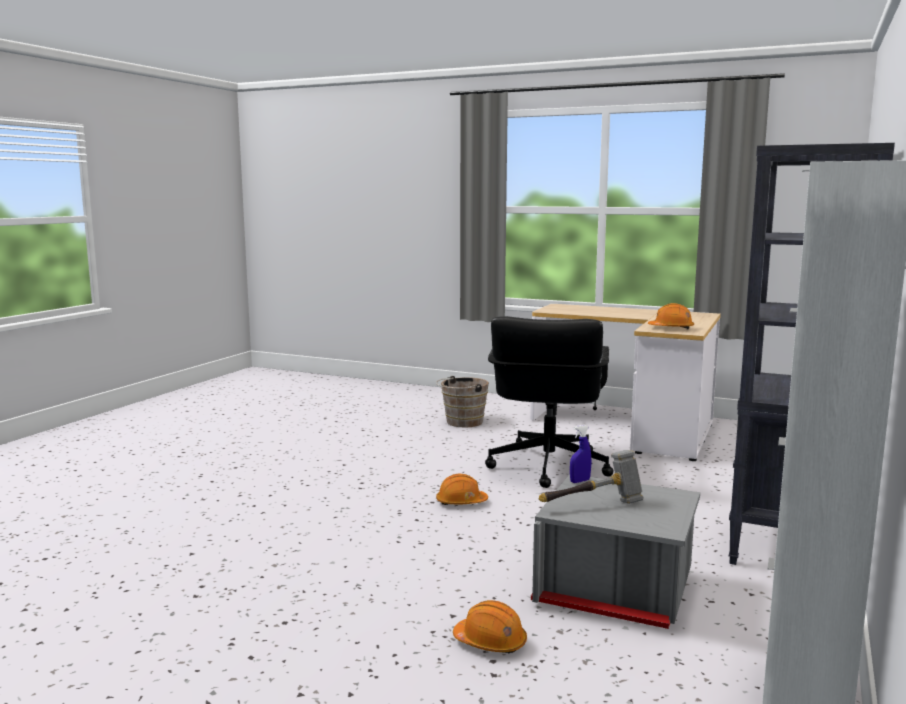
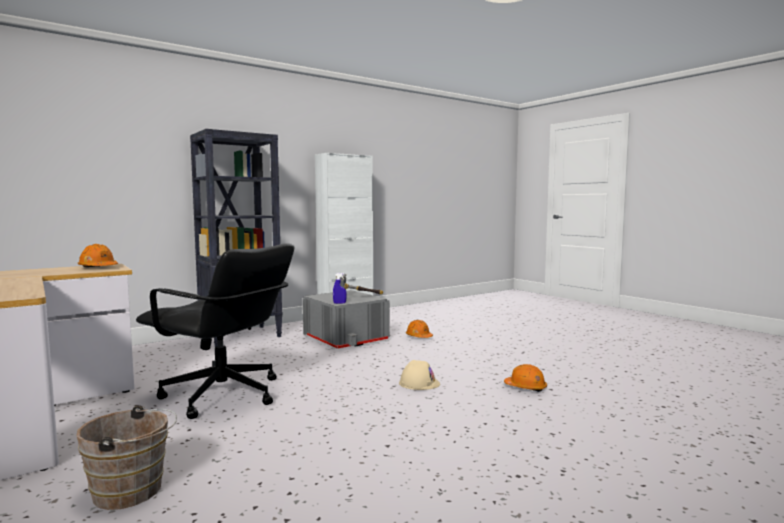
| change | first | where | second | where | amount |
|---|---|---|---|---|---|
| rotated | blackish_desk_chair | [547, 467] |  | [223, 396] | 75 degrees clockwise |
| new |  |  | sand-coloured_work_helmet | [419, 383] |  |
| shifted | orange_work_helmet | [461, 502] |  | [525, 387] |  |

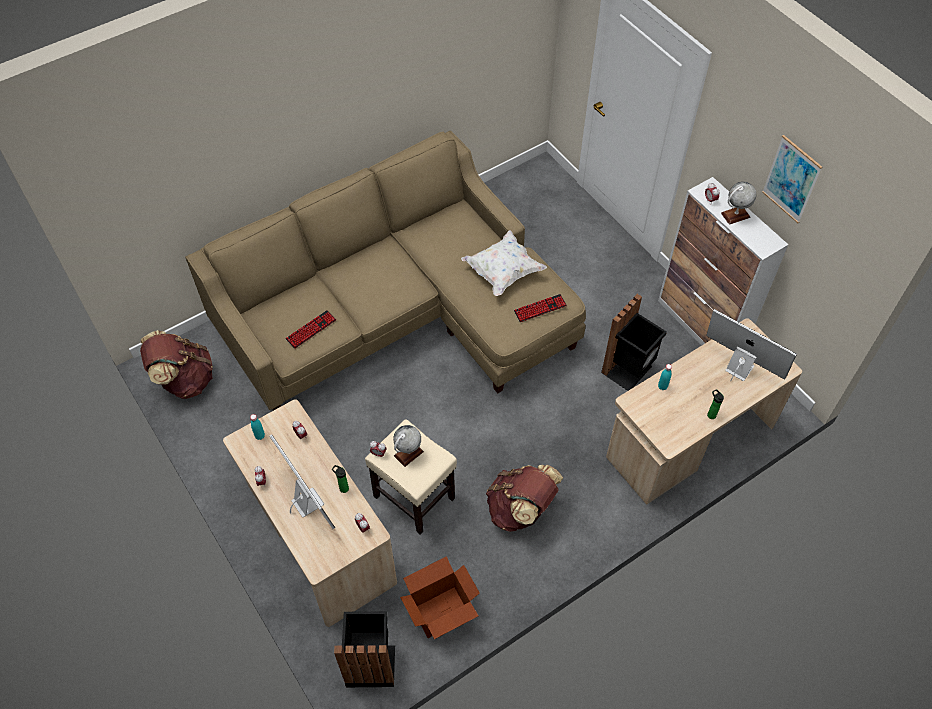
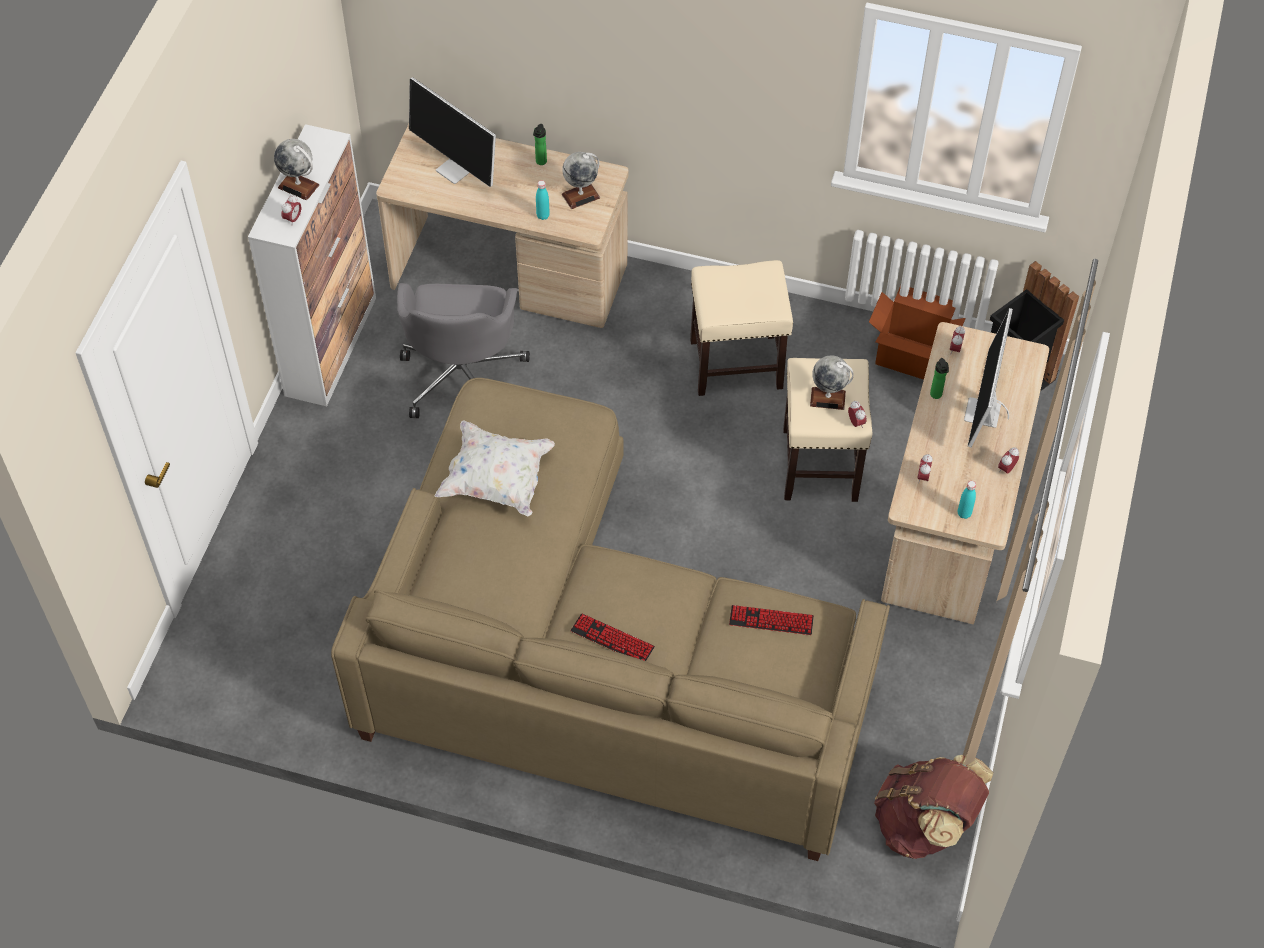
| change | first | where | second | where | amount |
|---|---|---|---|---|---|
| swapped | blackish_trash_can | [628, 370] | gray_desk_chair | [462, 376] |  |
| rotated | computer_screen | [738, 368] |  | [457, 169] | 45 degrees counterclockwise |
| new |  |  | globe | [581, 196] |  |
| shifted | keyboard | [540, 308] |  | [612, 639] |  |
| swapped | brown_knapsack | [520, 510] | sand-coloured_sitting_stool | [737, 364] |  |
| gone | wall_art | [791, 179] |  |  |  |

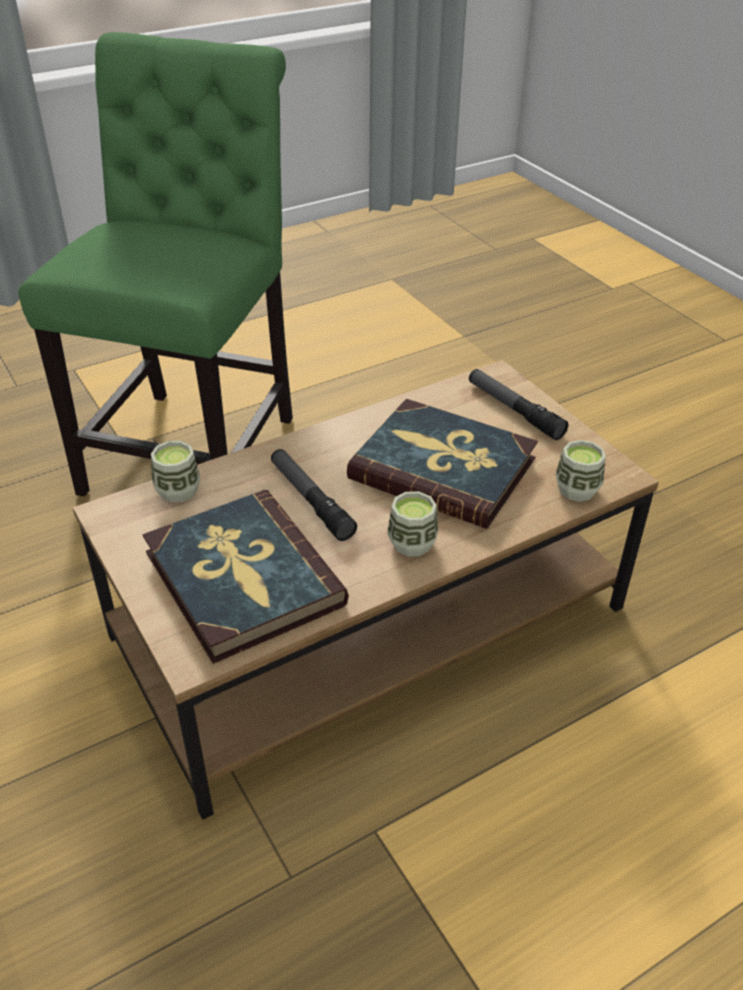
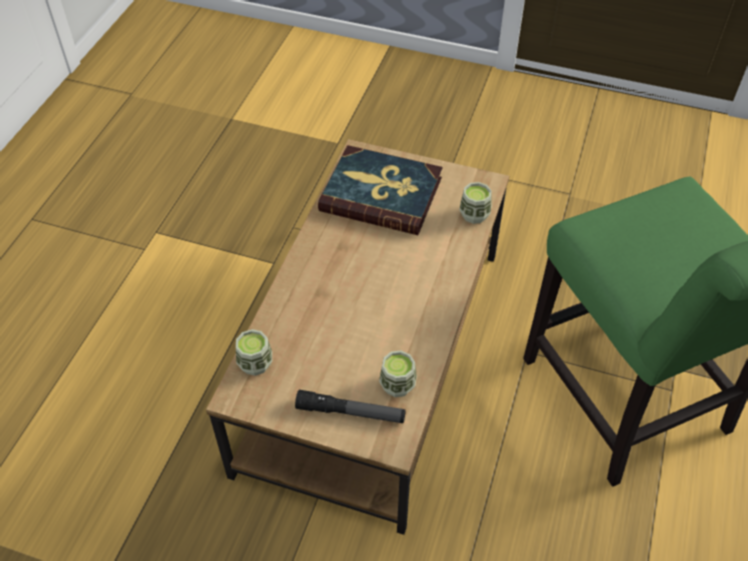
| change | first | where | second | where | amount |
|---|---|---|---|---|---|
| shifted | cup | [412, 543] |  | [397, 385] |  |
| gone | flashlight | [311, 500] |  |  |  |
| gone | volume | [443, 468] |  |  |  |

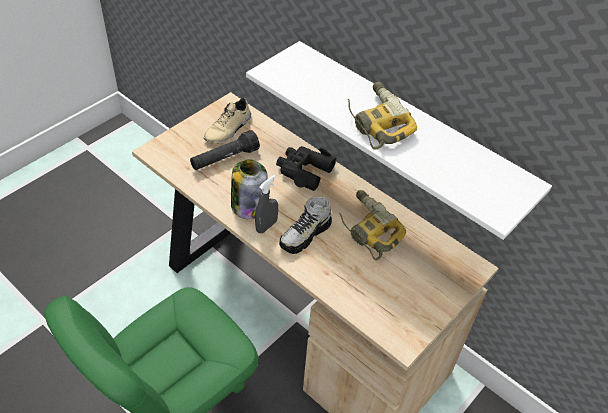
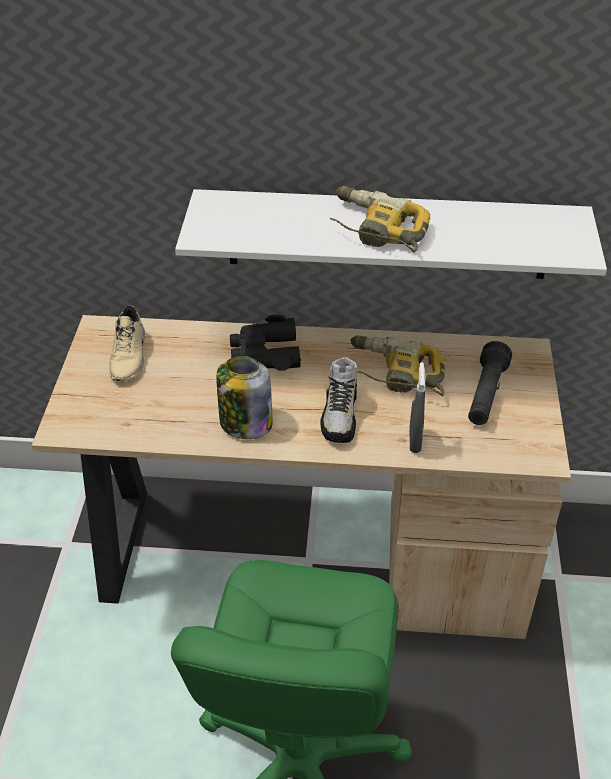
| change | first | where | second | where | amount |
|---|---|---|---|---|---|
| shifted | gray_sprayer | [266, 226] |  | [414, 441] |  |
| shifted | blackish_flashlight | [224, 159] |  | [486, 395] |  |

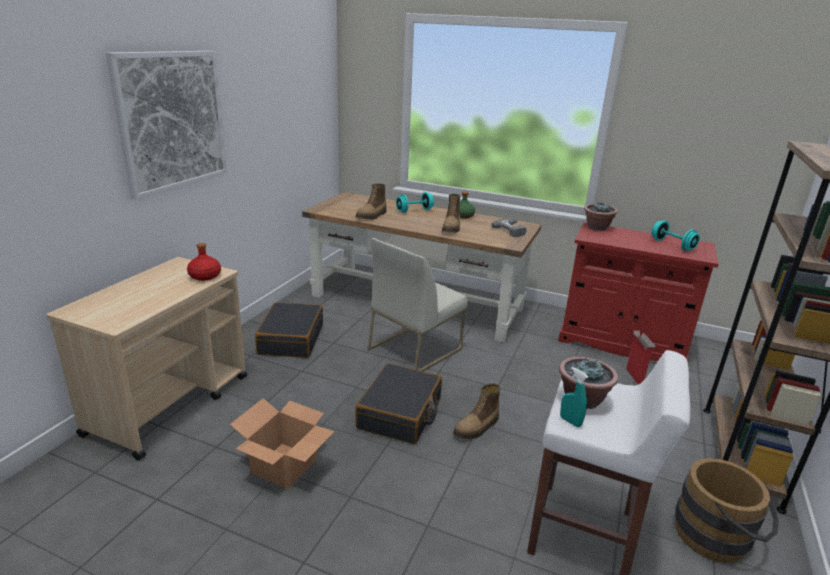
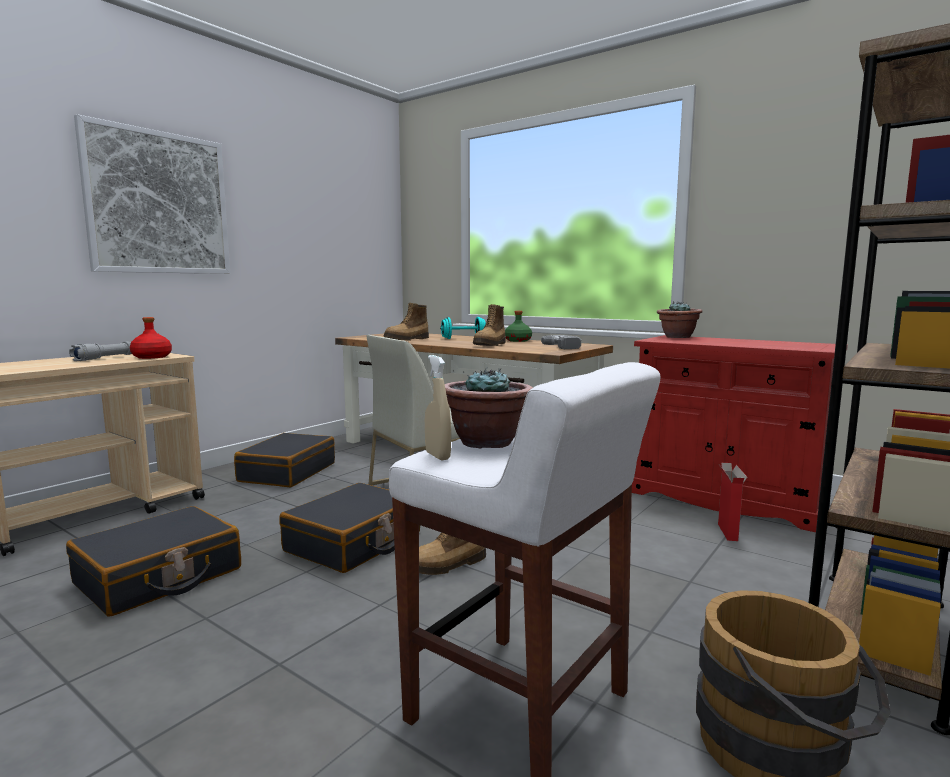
| change | first | where | second | where | amount |
|---|---|---|---|---|---|
| swapped | cardboard_box | [284, 465] | blackish_travel_case | [159, 577] |  |
| new |  |  | gray_flashlight | [104, 358] |  |
| repainted | turquoise-coloured_sprayer | [570, 421] | sand-coloured_sprayer | [437, 456] |  |
| gone | turquoise-coloured_hand_weight | [672, 245] |  |  |  |

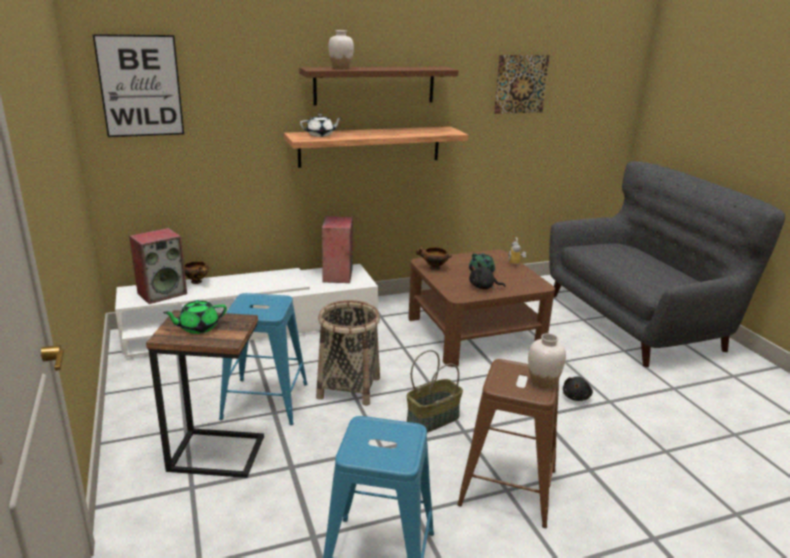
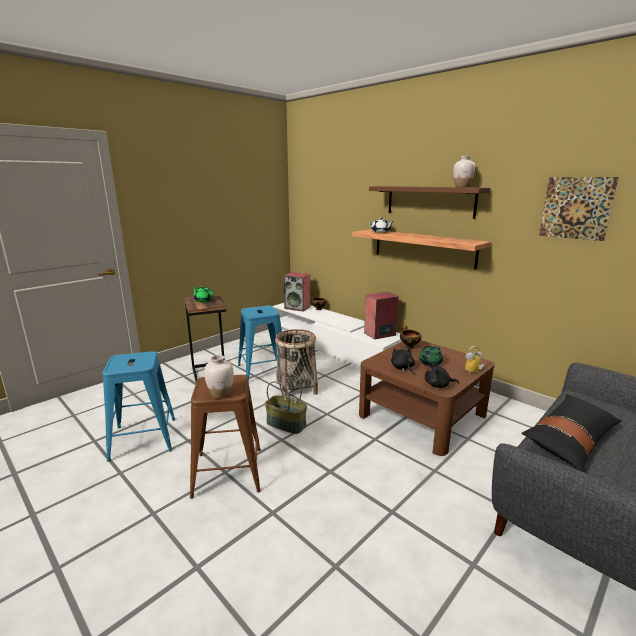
| change | first | where | second | where | amount |
|---|---|---|---|---|---|
| shifted | blackish_plush_toy | [576, 397] |  | [438, 385] |  |
| shifted | white-coloured_decorative_vase | [341, 68] |  | [462, 187] |  |
| new |  |  | blackish_pillow | [570, 439] |  |
| gone | wall_art | [140, 86] |  |  |  |

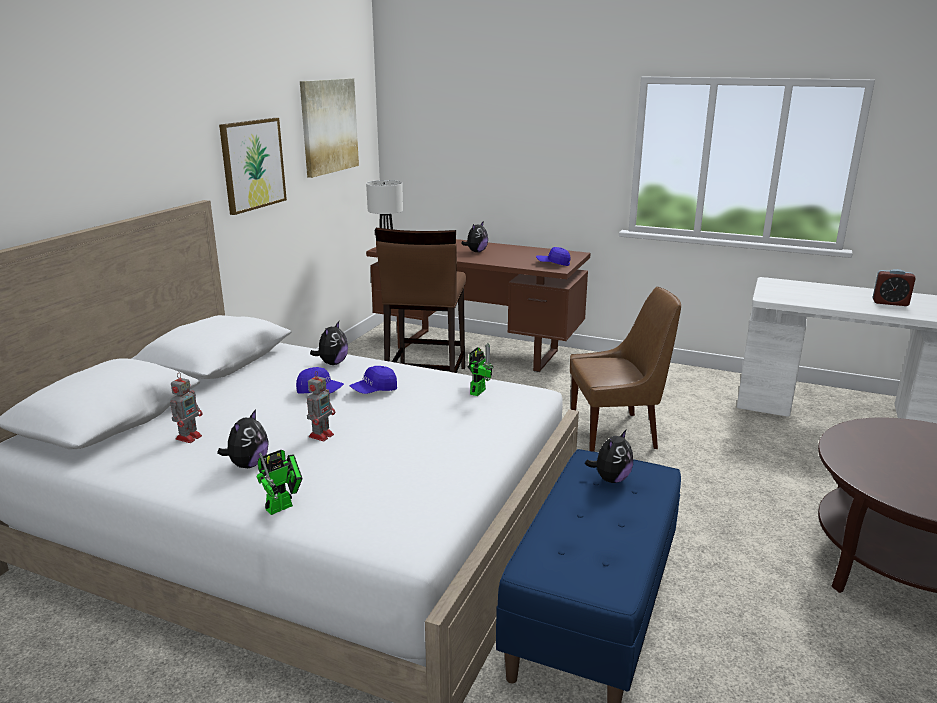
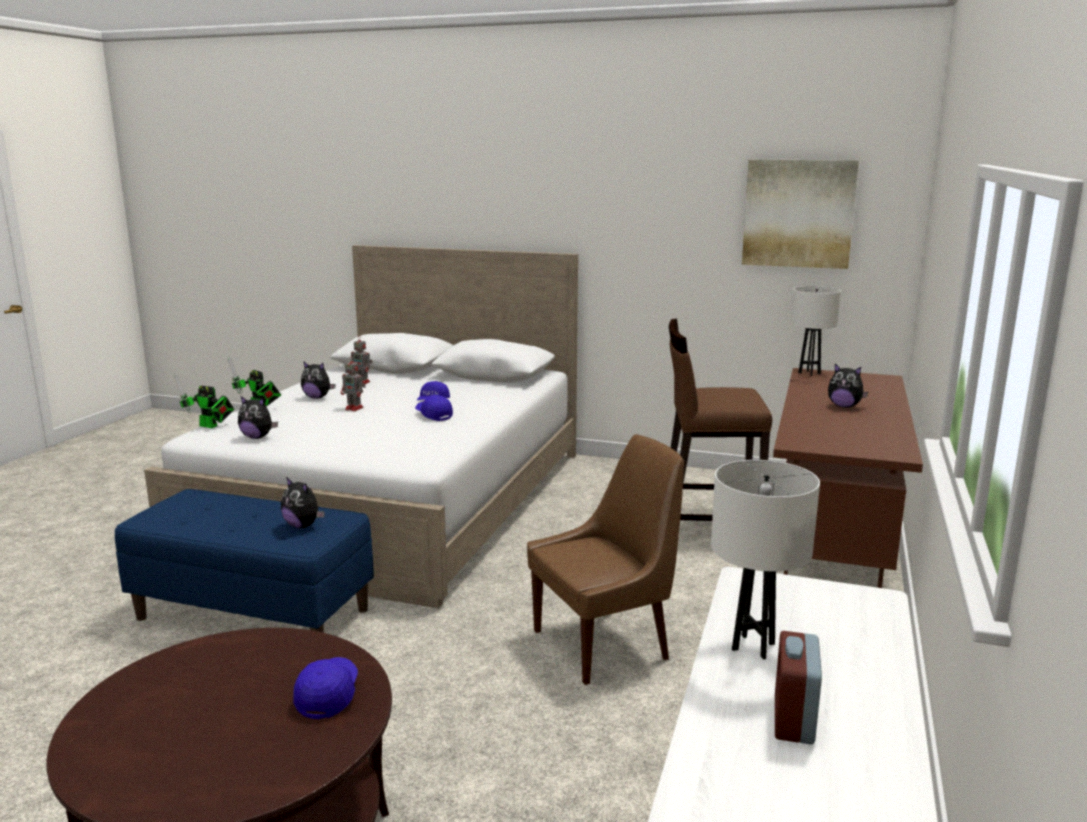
| change | first | where | second | where | amount |
|---|---|---|---|---|---|
| shifted | toy_robot | [479, 390] |  | [210, 426] |  |
| shifted | plush_toy | [332, 363] |  | [257, 437] |  |
| shifted | blue_baseball_cap | [553, 264] |  | [328, 695] |  |
| rotated | brown_plain_chair | [616, 432] |  | [605, 643] | 105 degrees counterclockwise |
| new |  |  | white-coloured_lamp_for_a_table | [753, 646] |  |
| gone | wall_art | [252, 164] |  |  |  |

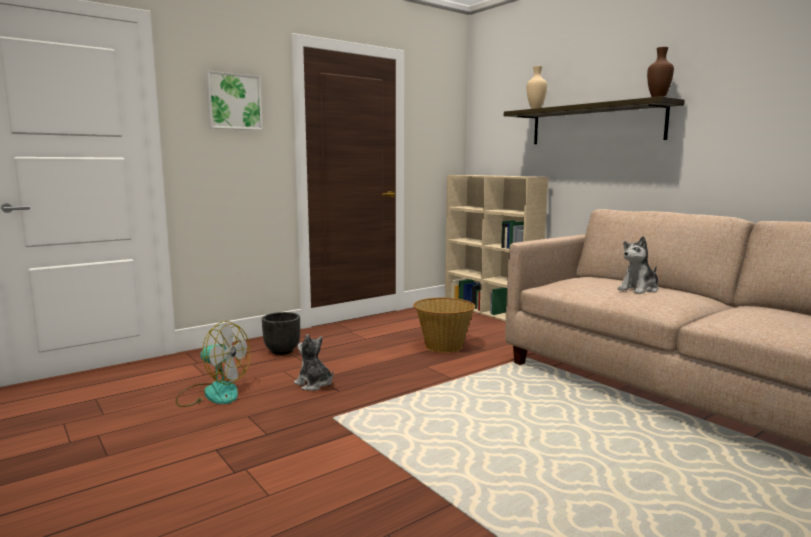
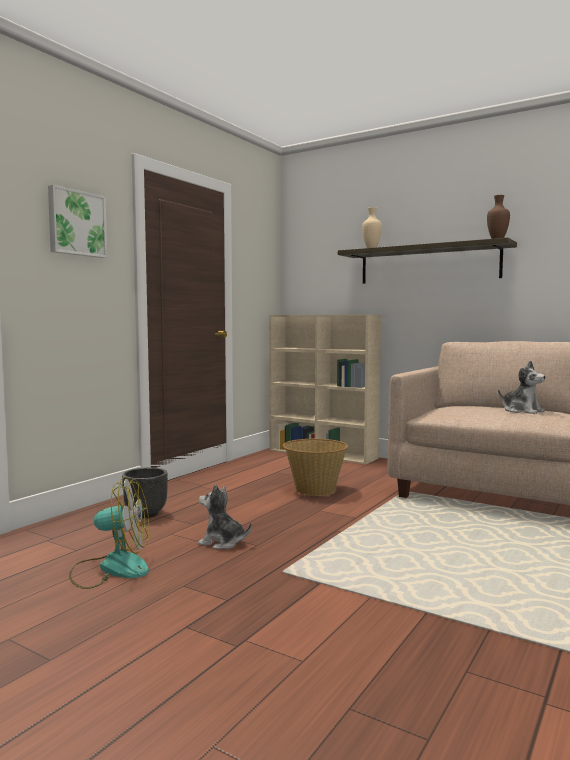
| change | first | where | second | where | amount |
|---|---|---|---|---|---|
| rotated | plush_toy | [639, 289] |  | [522, 411] | 75 degrees counterclockwise |

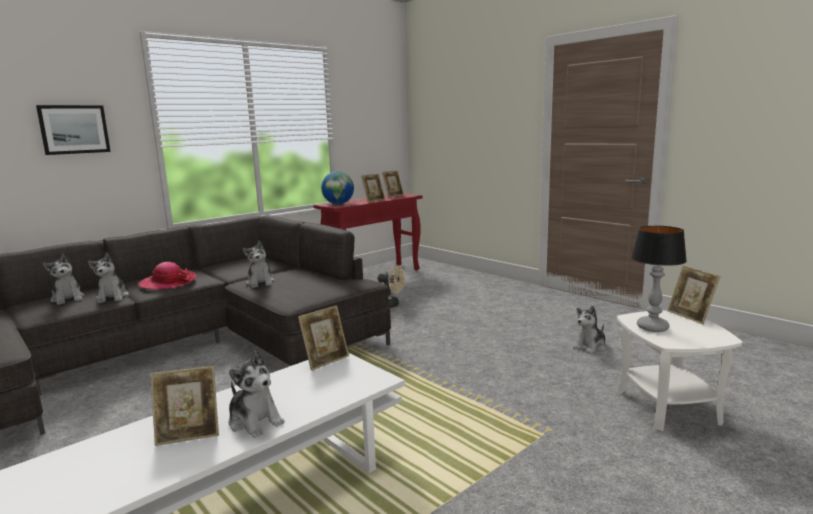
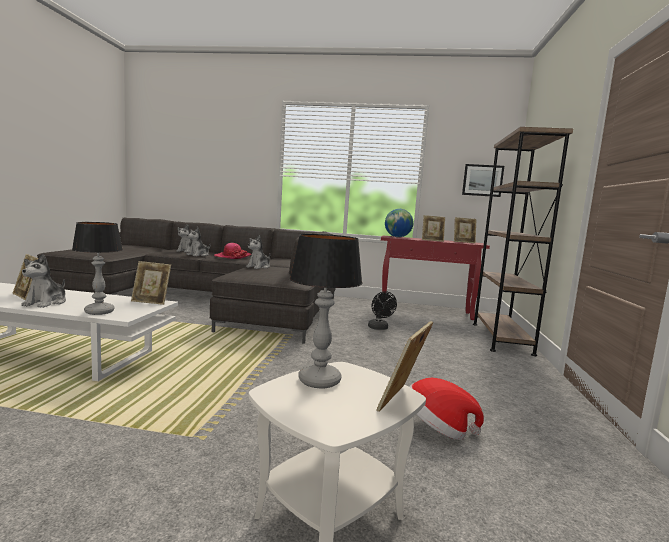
| change | first | where | second | where | amount |
|---|---|---|---|---|---|
| new |  |  | lamp_for_a_table | [100, 312] |  |
| repainted | sand-coloured_fan | [391, 305] | blackish_fan | [379, 328] |  |
| swapped | plush_toy | [590, 347] | clothing_hat | [437, 429] |  |
| shifted | wall_art | [74, 129] |  | [482, 180] |  |
| new |  |  | brown_bookshelf | [501, 338] |  |

